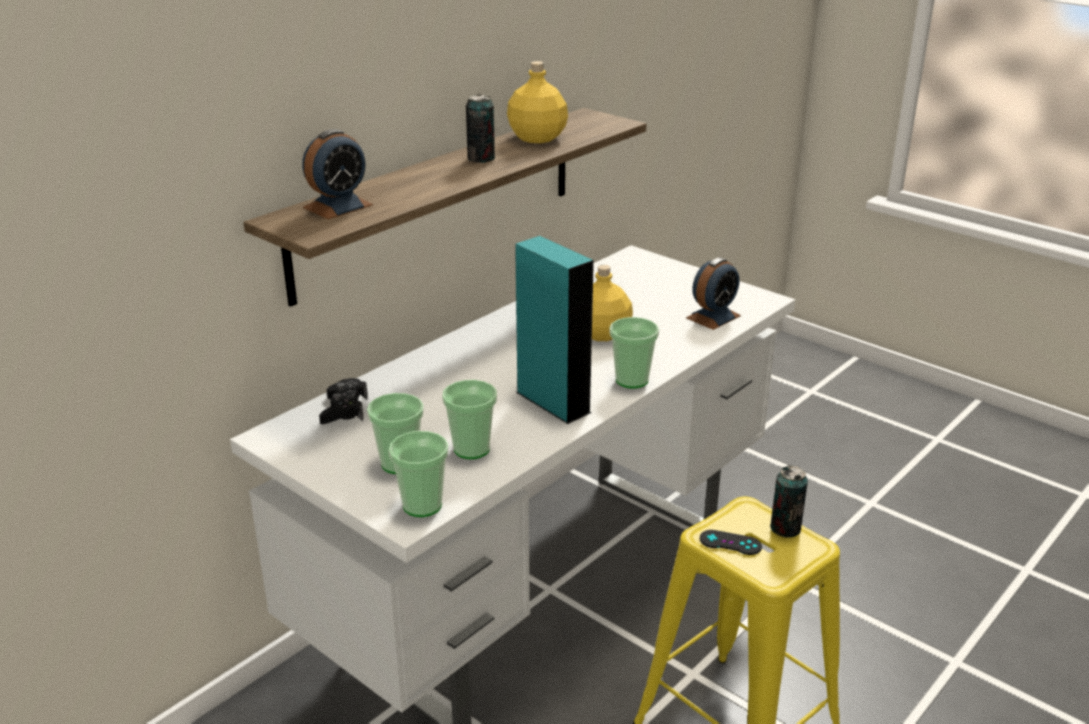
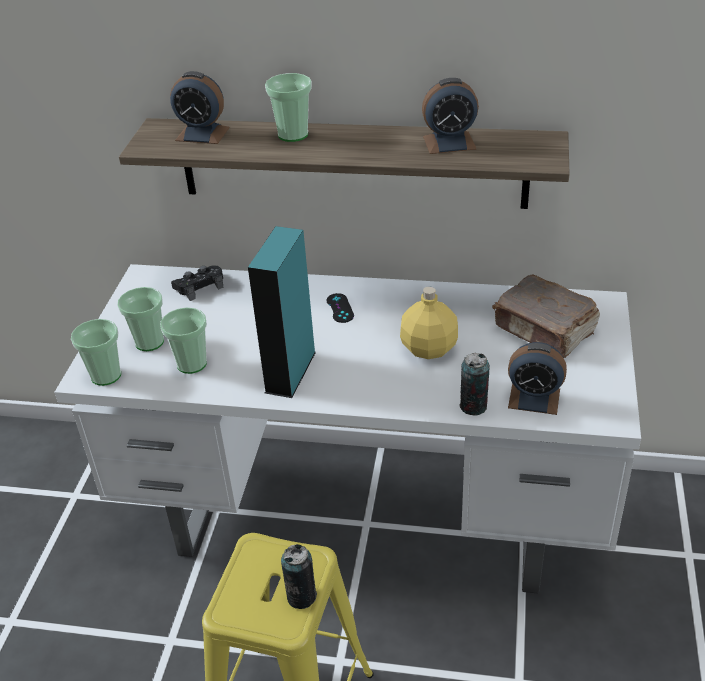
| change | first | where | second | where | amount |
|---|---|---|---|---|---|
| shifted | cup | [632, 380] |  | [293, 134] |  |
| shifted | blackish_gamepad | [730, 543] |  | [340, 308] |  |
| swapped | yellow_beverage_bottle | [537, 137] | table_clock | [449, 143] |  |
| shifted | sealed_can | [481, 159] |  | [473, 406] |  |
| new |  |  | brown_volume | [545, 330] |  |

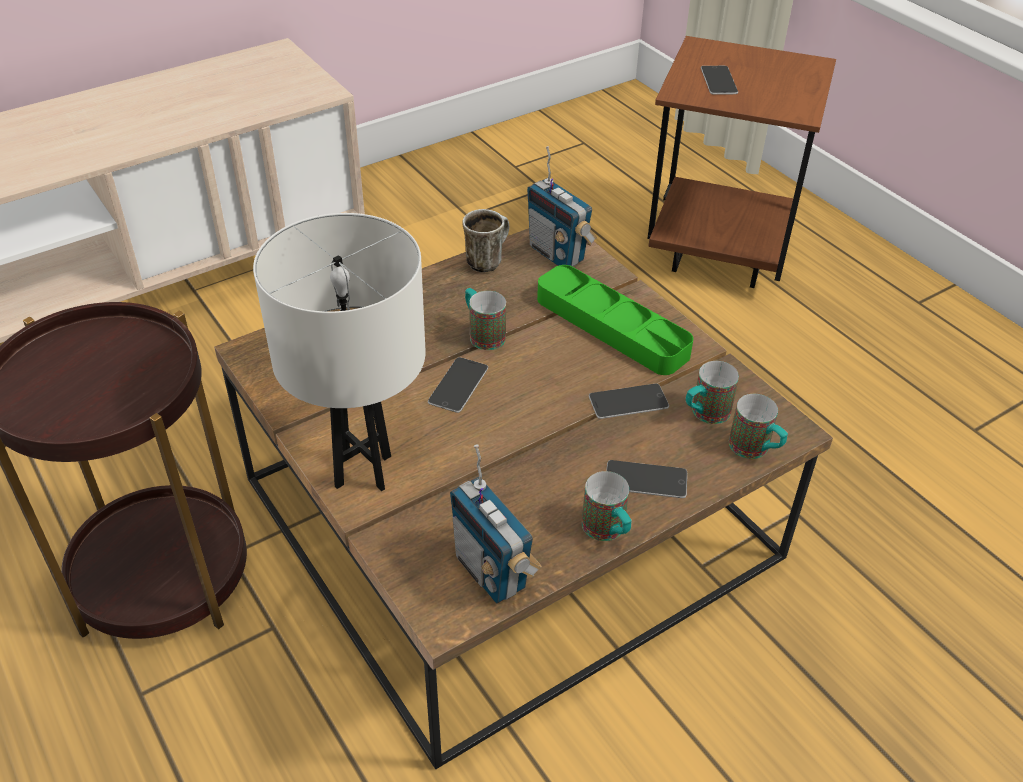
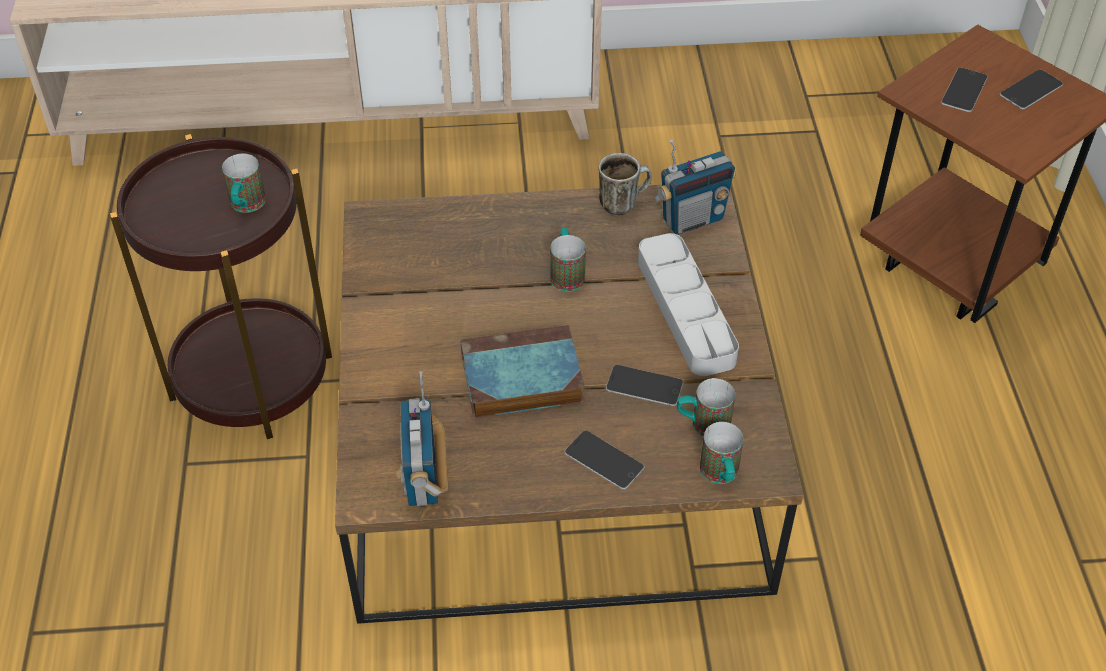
| change | first | where | second | where | amount |
|---|---|---|---|---|---|
| shifted | tea_mug | [608, 532] |  | [246, 206] |  |
| new |  |  | volume | [519, 379] |  |
| repainted | greenish_tray | [611, 326] | gray_tray | [685, 310] |  |
| rotated | radio_set | [557, 254] |  | [692, 219] | 105 degrees counterclockwise |
| shifted | telephone | [458, 385] |  | [1031, 90] |  |
| gone | white-coloured_lamp_for_a_table | [362, 471] |  |  |  |

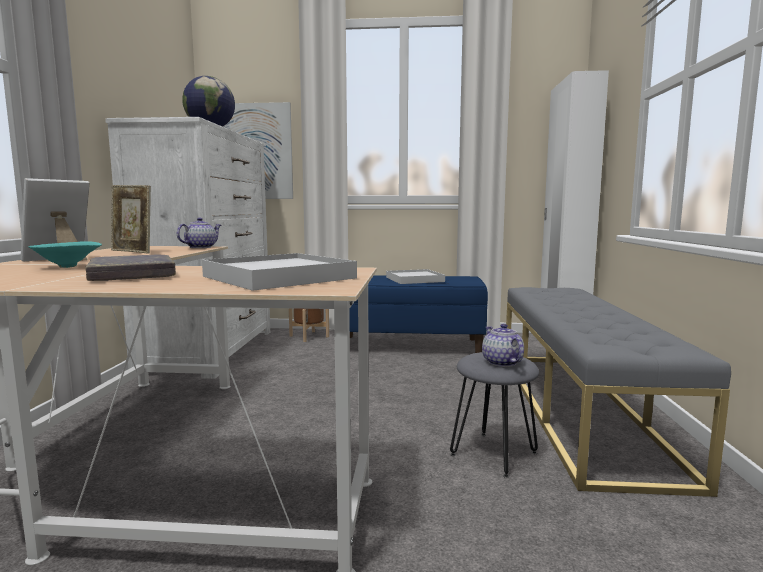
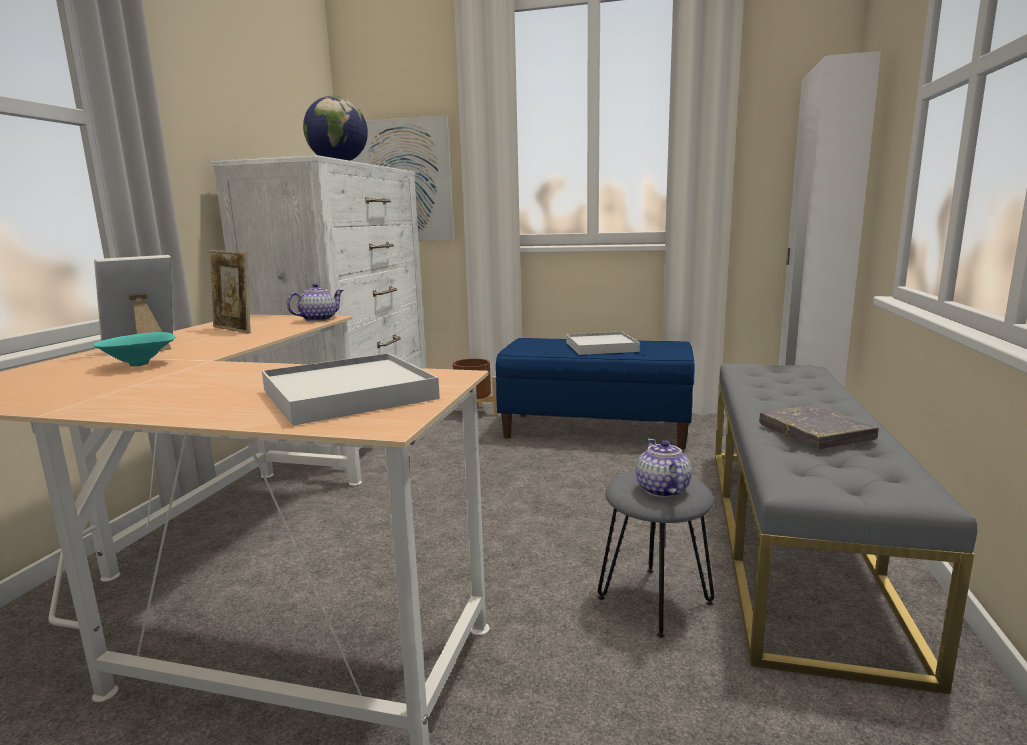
| change | first | where | second | where | amount |
|---|---|---|---|---|---|
| shifted | gray_volume | [132, 275] |  | [815, 433] |  |

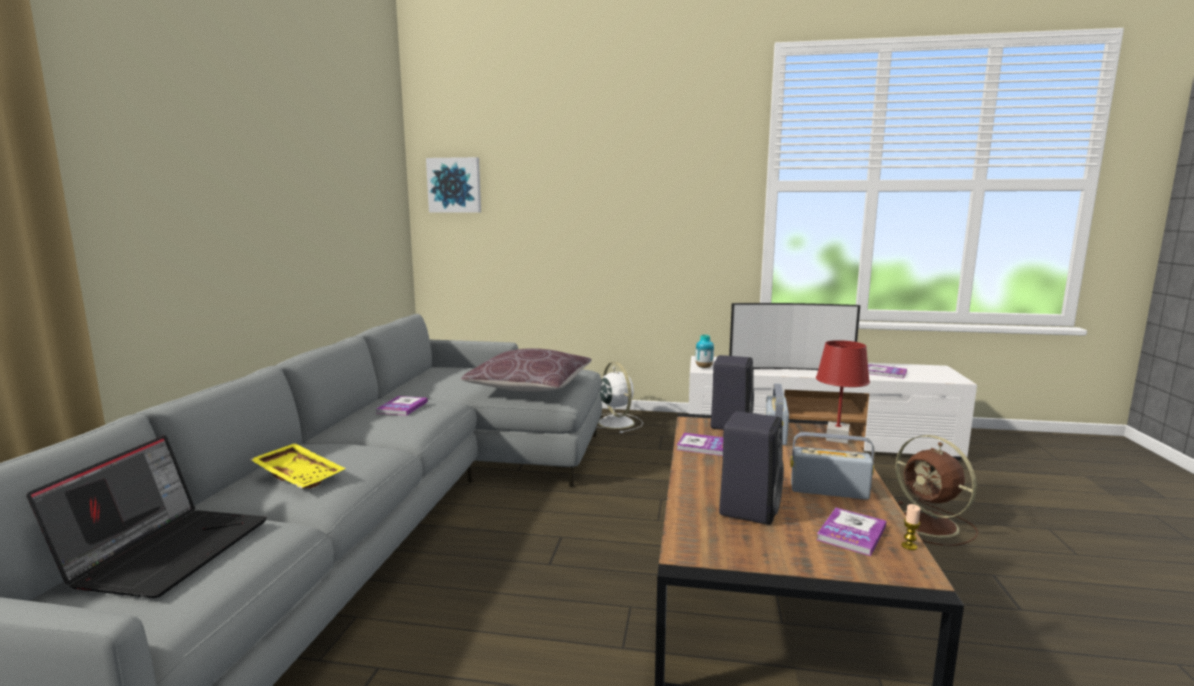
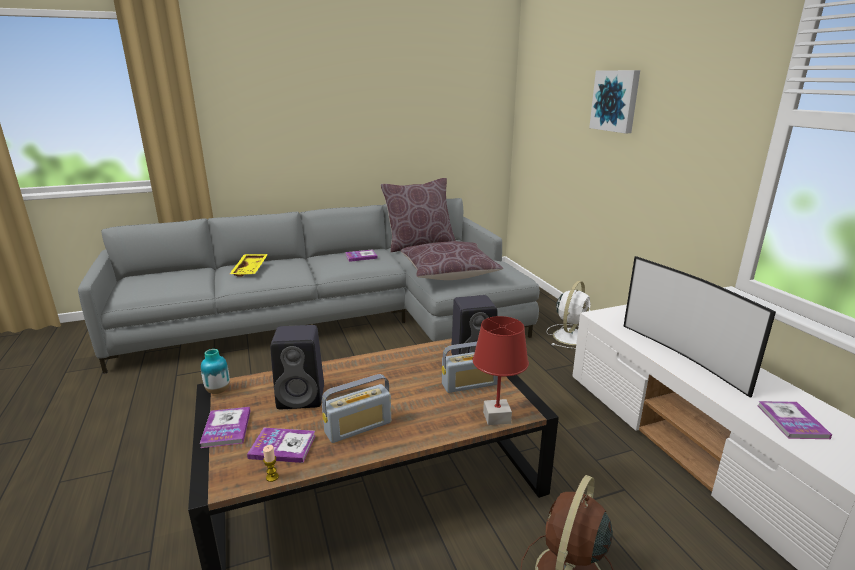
| change | first | where | second | where | amount |
|---|---|---|---|---|---|
| shifted | volume | [704, 446] |  | [226, 428] |  |
| shifted | decorative_vase | [704, 367] |  | [218, 391] |  |
| rotated | radio_set | [829, 491] |  | [358, 427] | 75 degrees clockwise |
| new |  |  | brown_pillow | [419, 244] |  |
| shifted | wall_art | [455, 185] |  | [616, 101] |  |
| gone | laptop | [168, 550] |  |  |  |

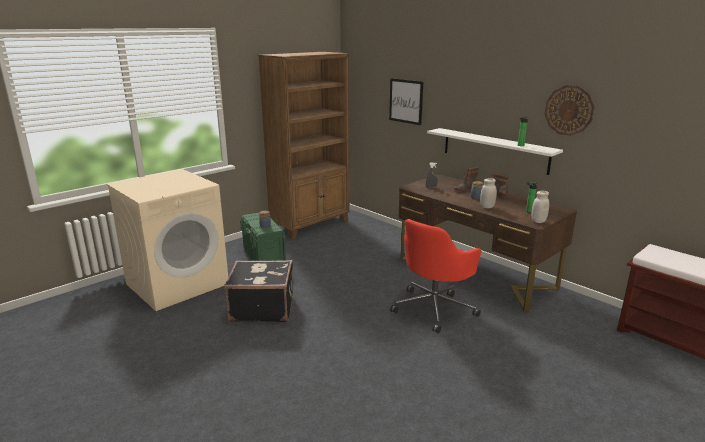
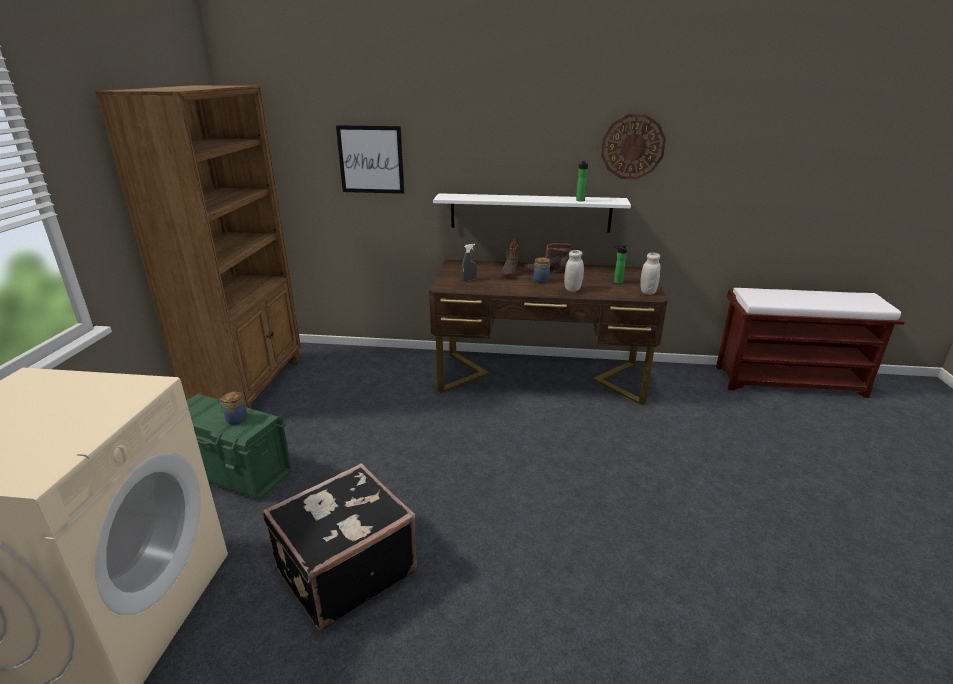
| change | first | where | second | where | amount |
|---|---|---|---|---|---|
| gone | reddish_desk_chair | [434, 308] |  |  |  |

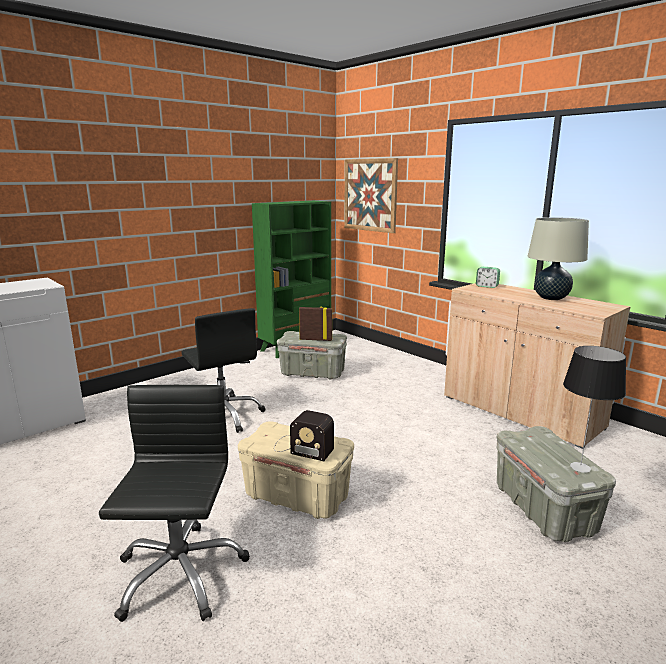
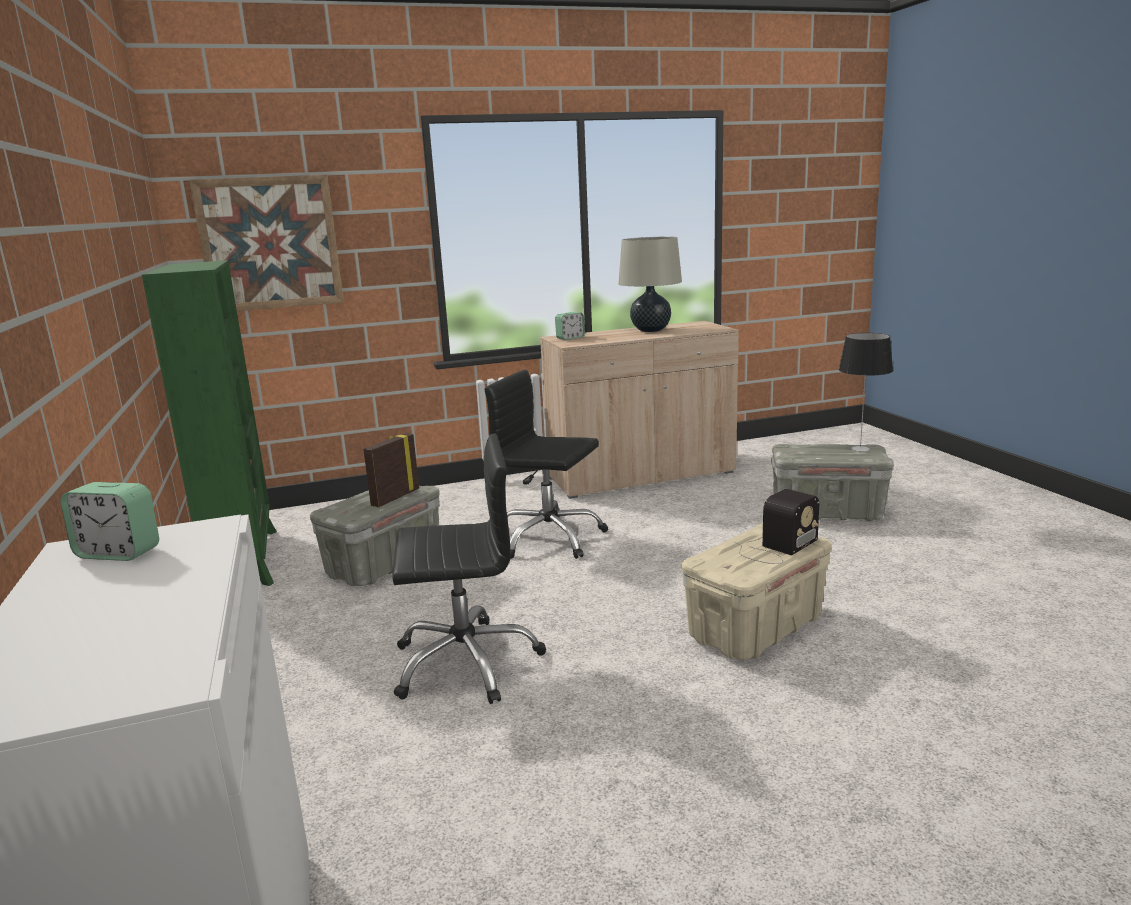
| change | first | where | second | where | amount |
|---|---|---|---|---|---|
| new |  |  | table_clock | [118, 553] |  |
| shifted | blackish_desk_chair | [179, 573] |  | [548, 538] |  |

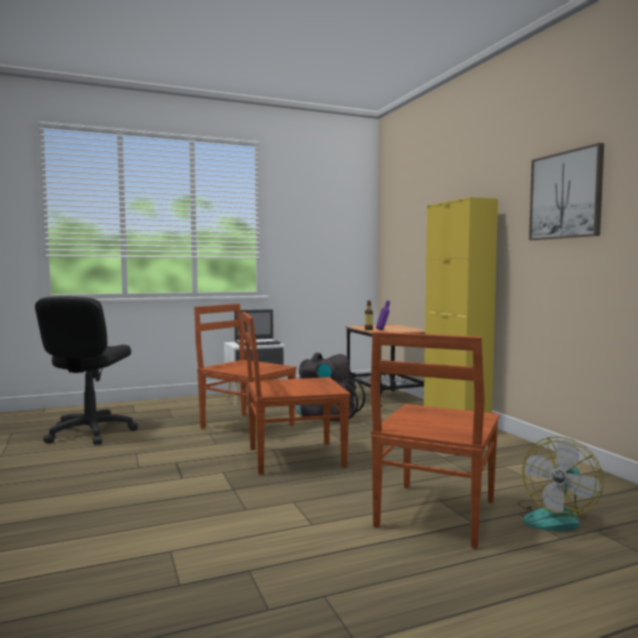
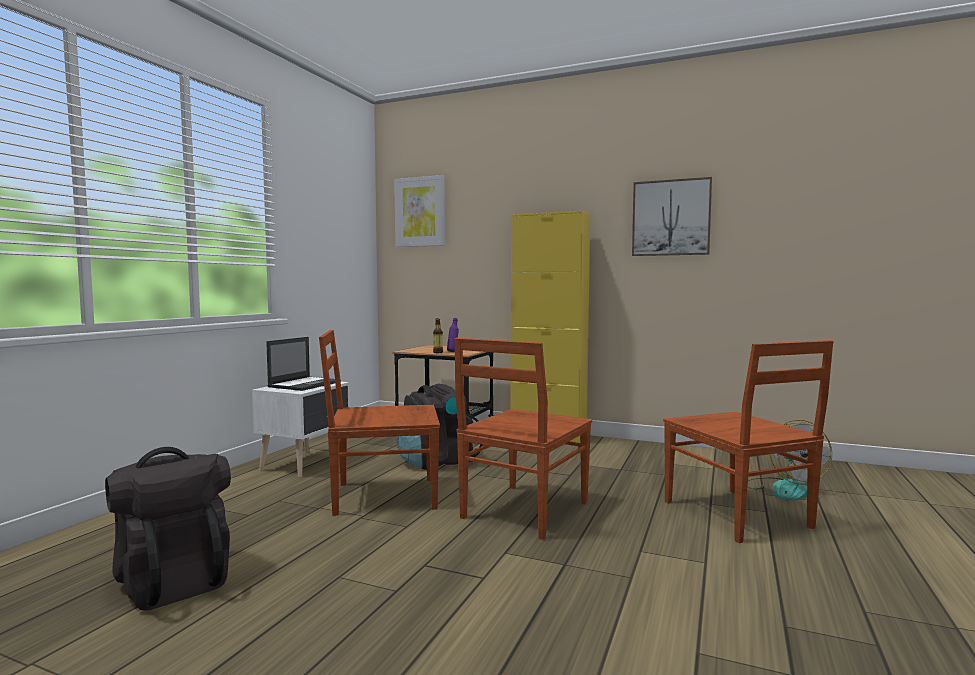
| change | first | where | second | where | amount |
|---|---|---|---|---|---|
| swapped | blackish_desk_chair | [90, 433] | blackish_knapsack | [173, 580] |  |
| new |  |  | wall_art | [420, 212] |  |

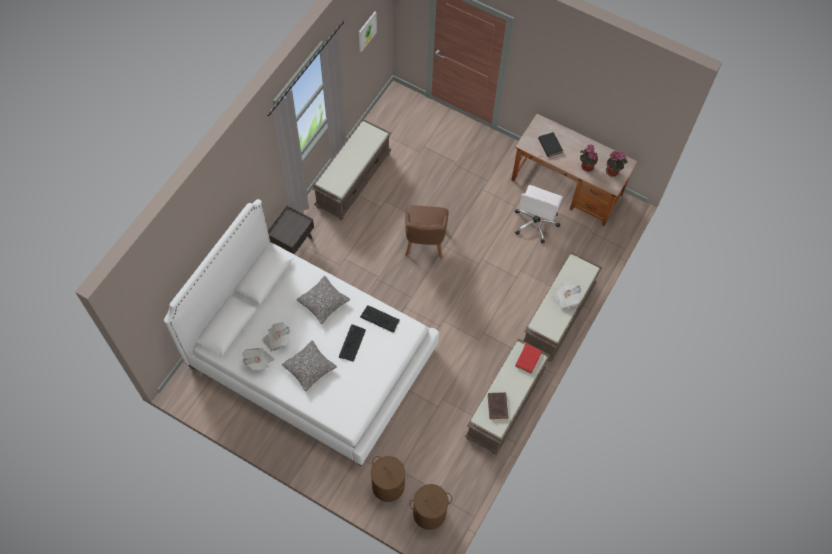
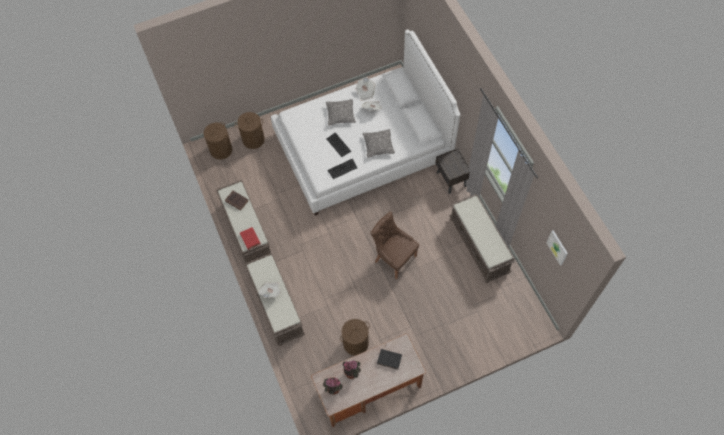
| change | first | where | second | where | amount |
|---|---|---|---|---|---|
| swapped | white-coloured_desk_chair | [535, 223] | brown_washing_basket | [356, 343] |  |

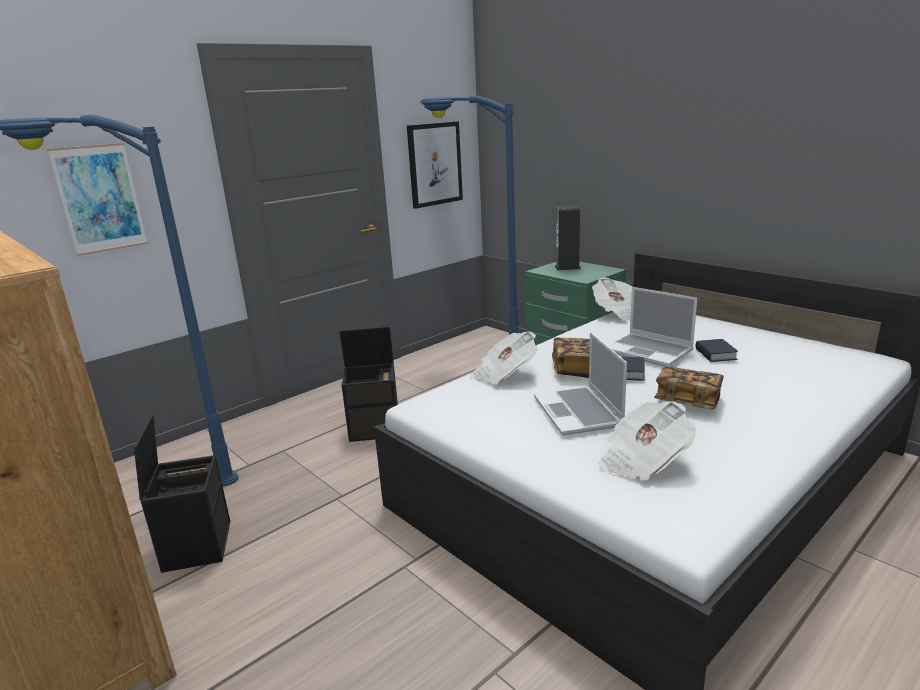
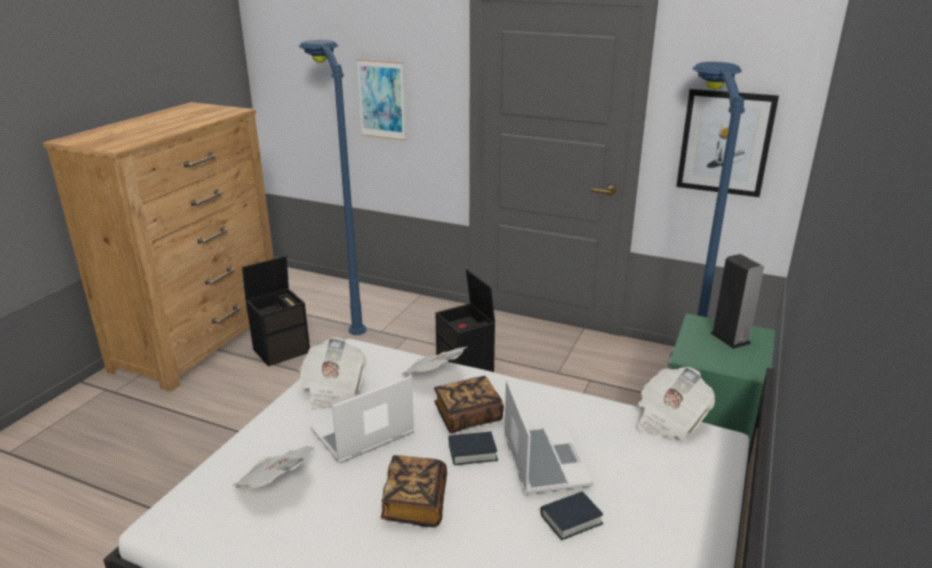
| change | first | where | second | where | amount |
|---|---|---|---|---|---|
| new |  |  | printed_paper | [333, 389] |  |
| rotated | laptop | [650, 351] |  | [543, 460] | 150 degrees clockwise |

